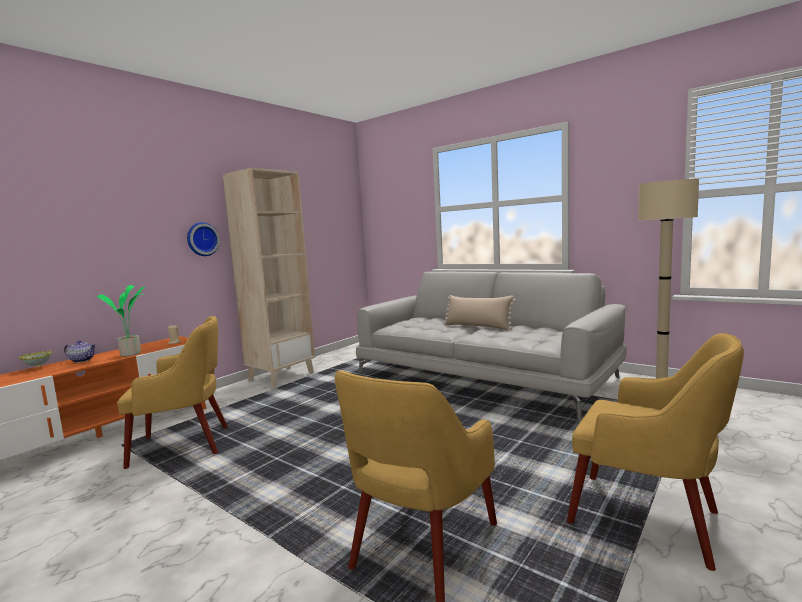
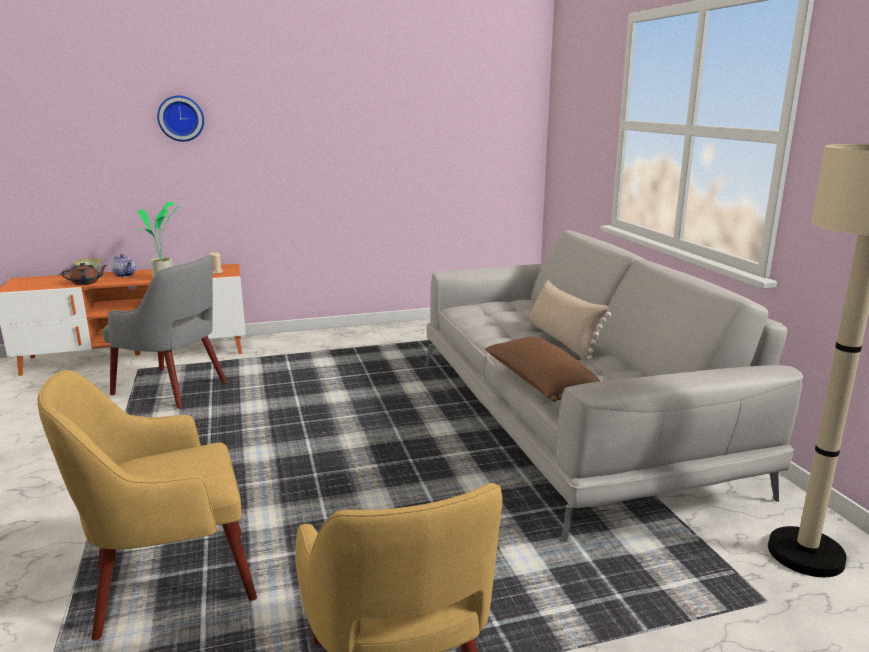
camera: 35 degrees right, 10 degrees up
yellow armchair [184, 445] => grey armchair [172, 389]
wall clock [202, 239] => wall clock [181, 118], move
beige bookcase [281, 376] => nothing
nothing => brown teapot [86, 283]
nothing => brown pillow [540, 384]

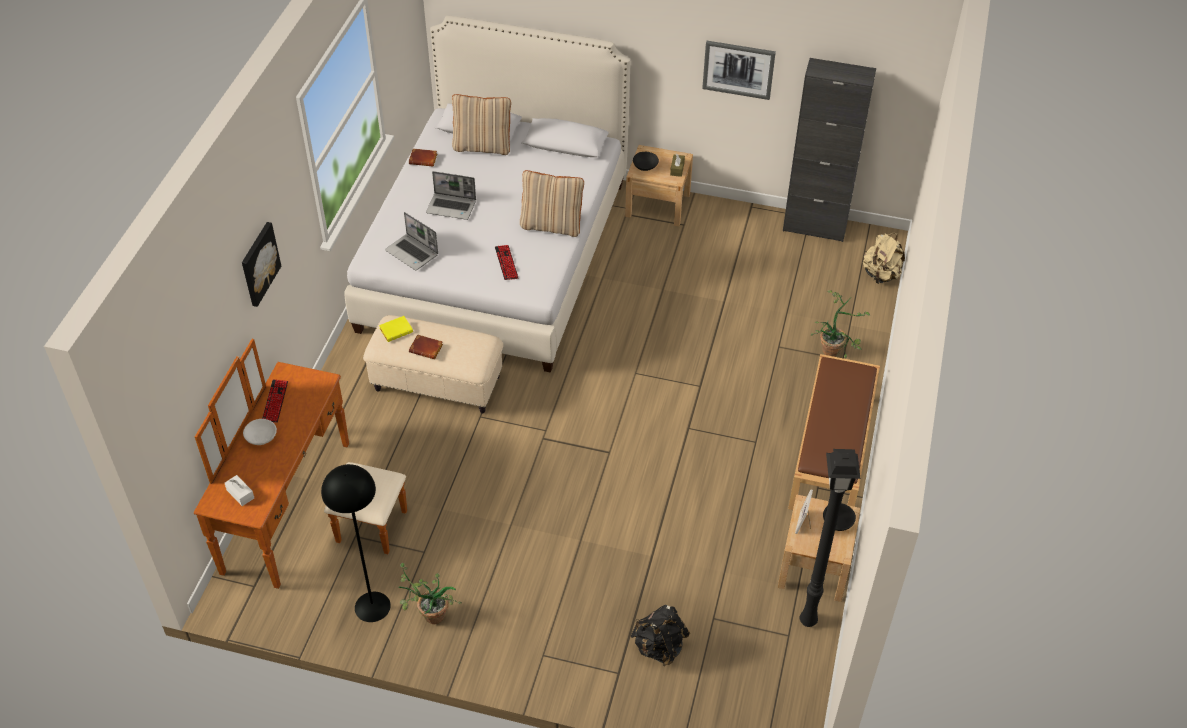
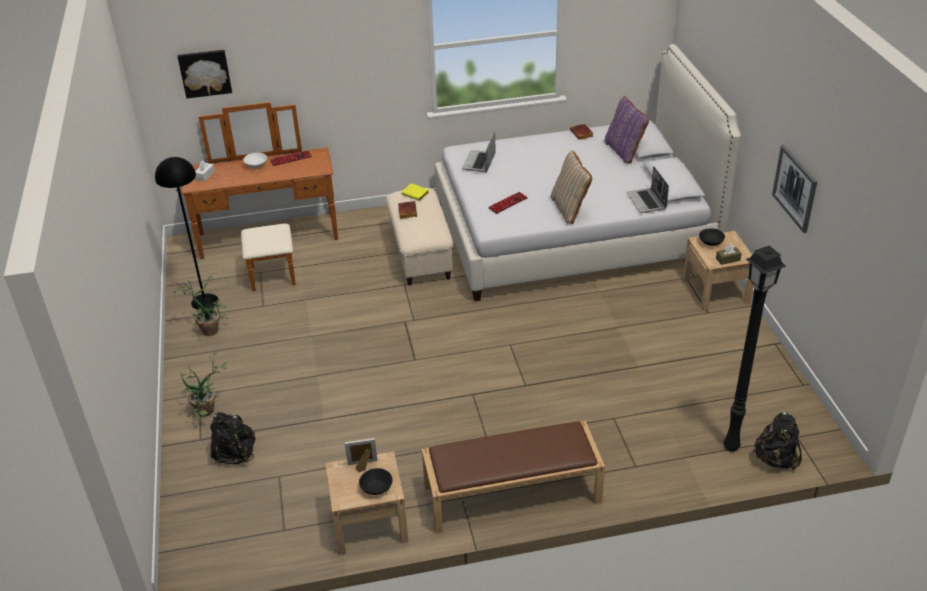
camera: 65 degrees right, 10 degrees down
picture [258, 263] => picture [205, 73], move
laptop [452, 207] => laptop [647, 201], move
beige pillow [482, 146] => purple pillow [624, 151]
black cabinet [814, 227] => nothing
black floor lamp [807, 622] => black floor lamp [729, 446], move
potted plant [835, 349] => potted plant [208, 412], move
beige backpack [881, 275] => black backpack [775, 459]

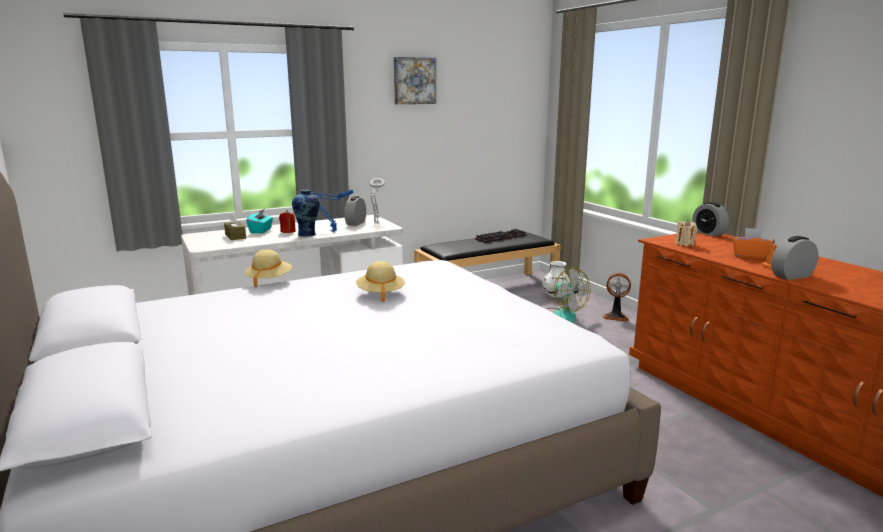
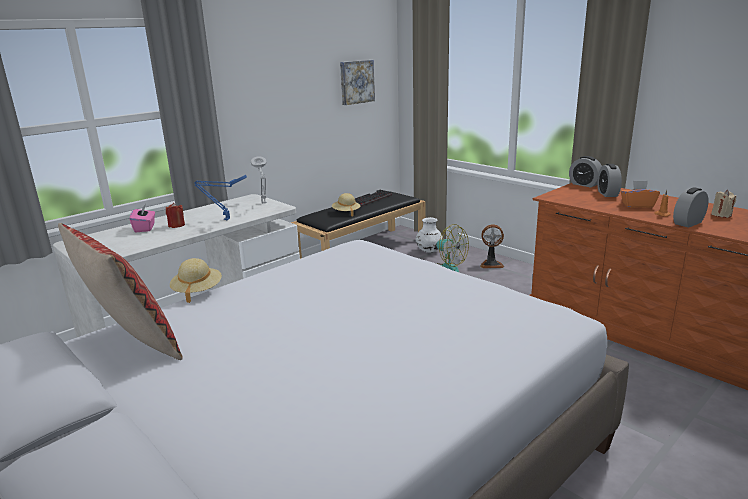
camera: 15 degrees left, 5 degrees up
brown tissue box [235, 236] => nothing
turquoise tissue box [261, 231] => pink tissue box [145, 228]
vase [308, 234] => nothing
alarm clock [356, 223] => alarm clock [607, 194], move
beige hat [380, 294] => beige hat [346, 212], move
picture [414, 81] => picture [356, 82], move
beige candle [684, 244] => beige candle [721, 215], move
nothing => pillow [132, 344]

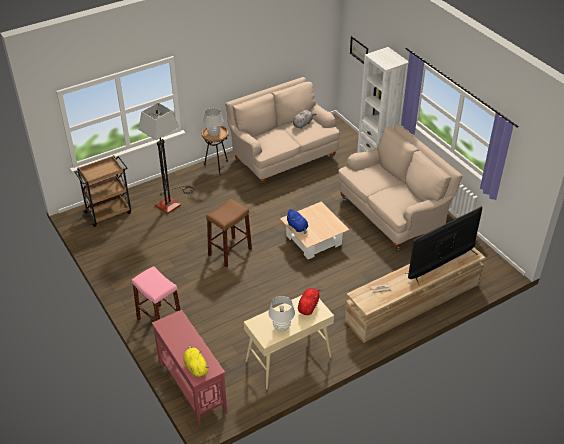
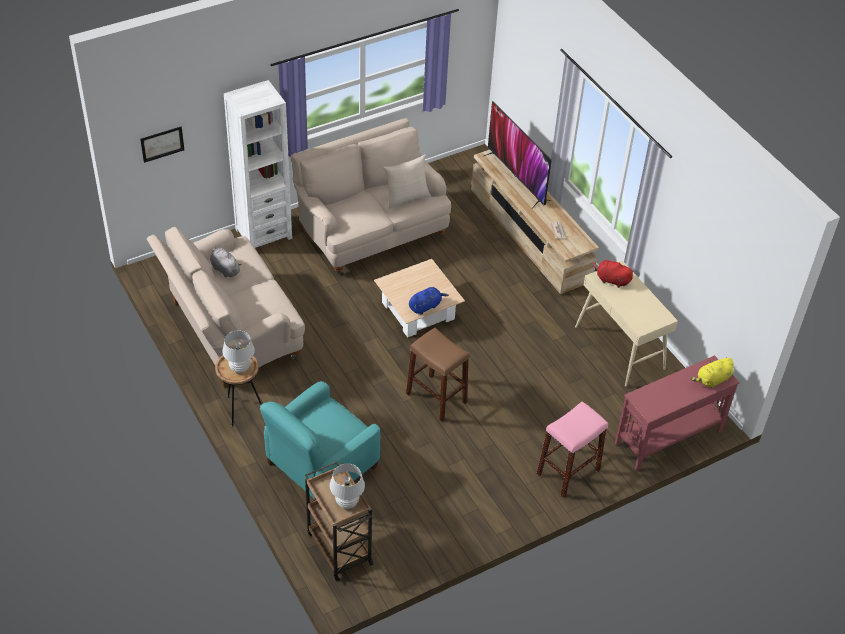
camera: 90 degrees left, 5 degrees up
floor lamp [171, 201] => turquoise armchair [320, 466]
white table lamp [281, 327] => white table lamp [347, 502], move
nothing => beige pillow [406, 198]

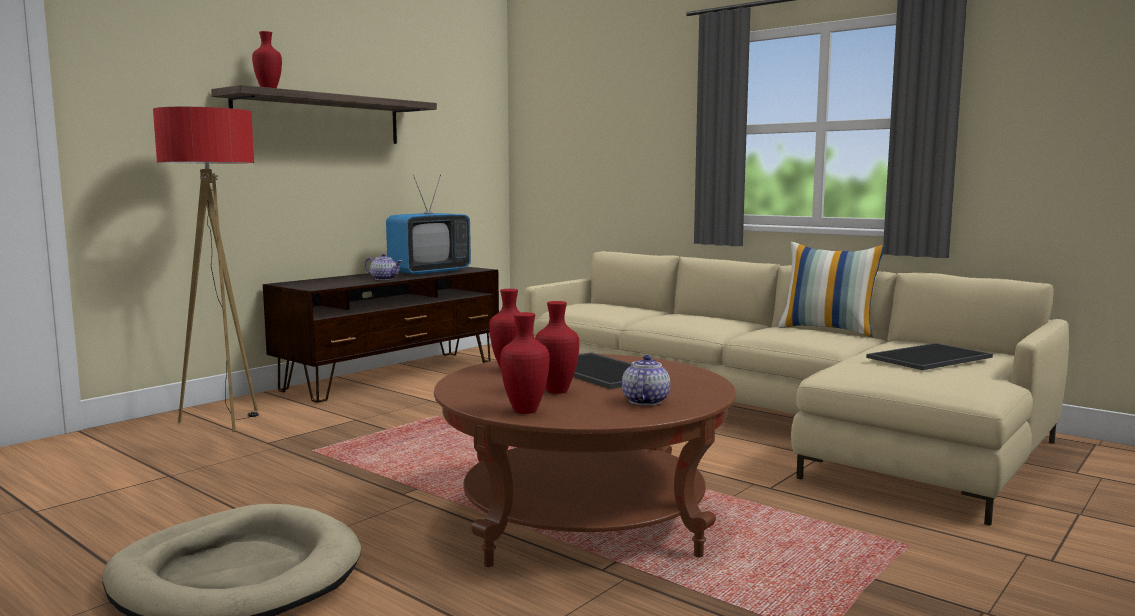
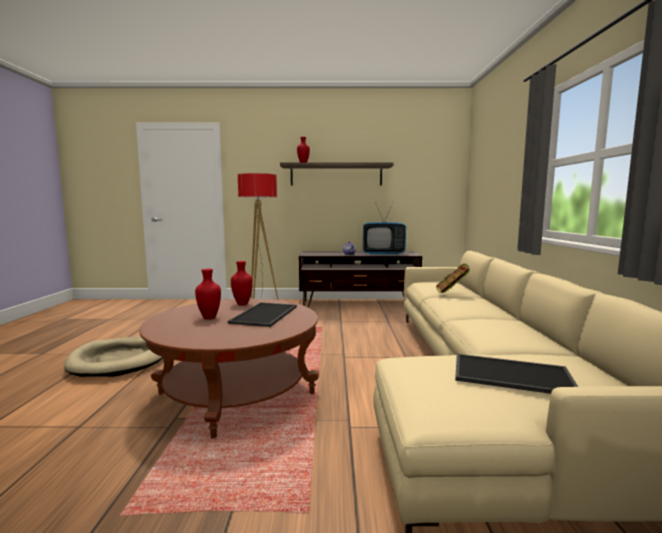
camera: 50 degrees right, 0 degrees up
red vase [527, 411] => nothing
teapot [645, 401] => nothing
pillow [828, 330] => nothing
nothing => book [452, 295]

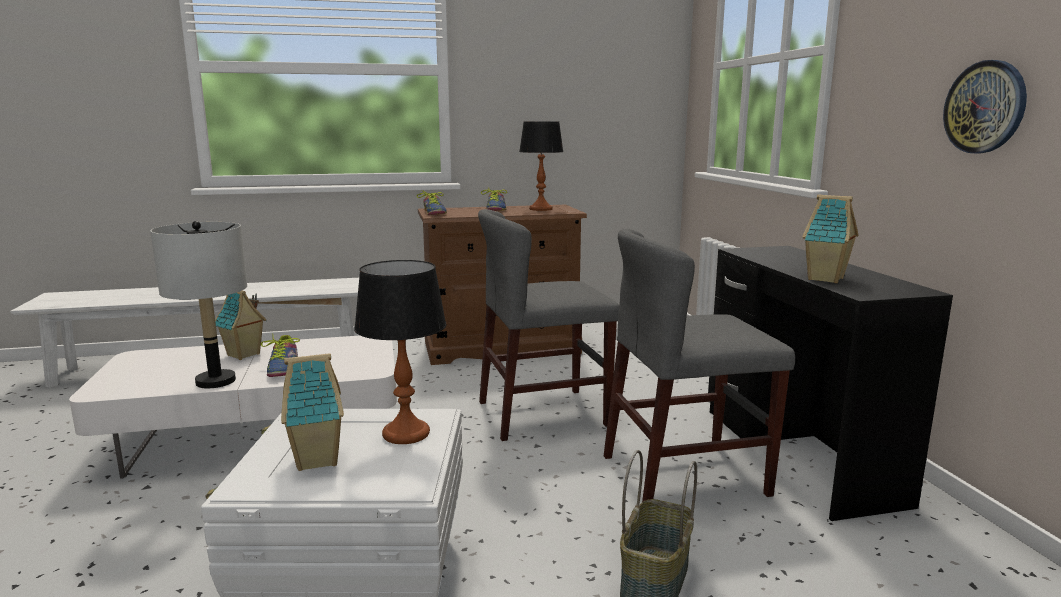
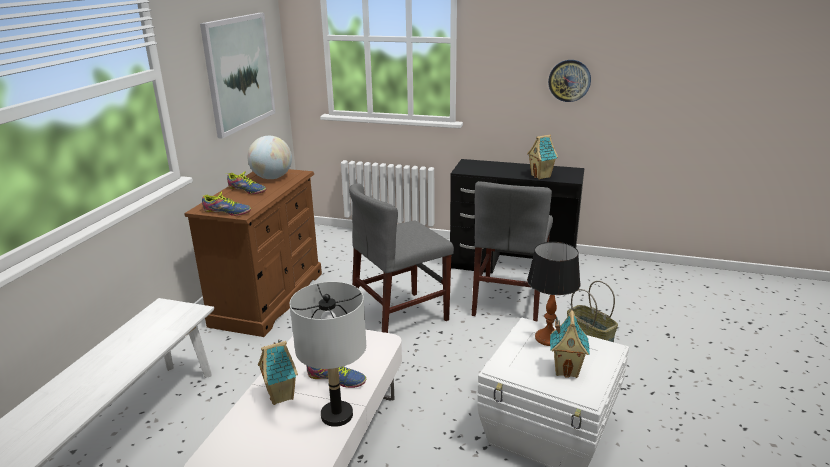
camera: 60 degrees left, 10 degrees up
grey chair [543, 413] => grey chair [400, 317], 45 degrees clockwise
table lamp [541, 209] => globe [272, 178]
nothing => picture [239, 73]

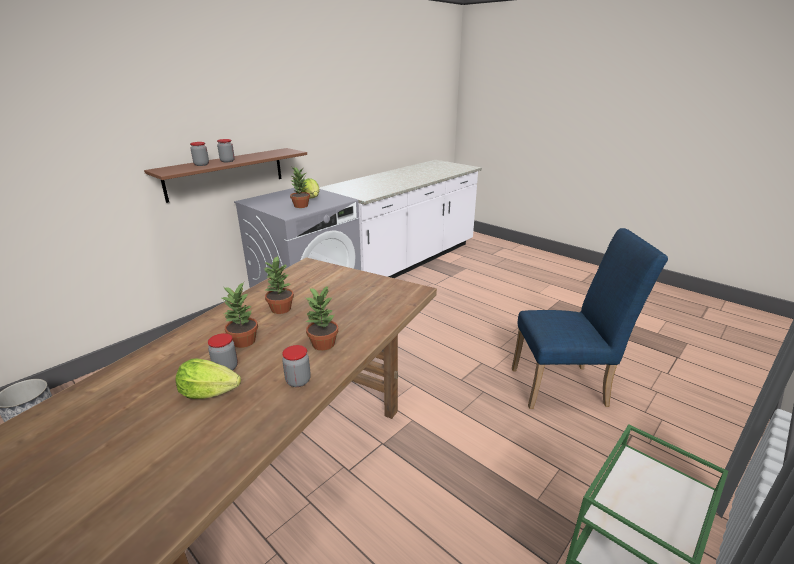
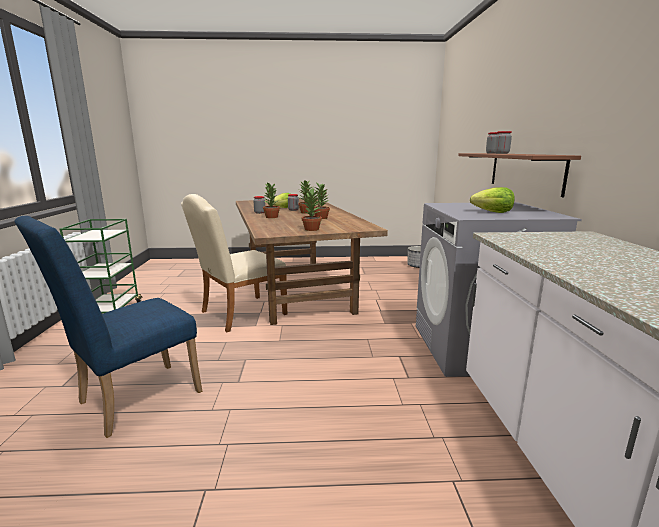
camera: 135 degrees right, 10 degrees down
potted plant [300, 206] => potted plant [312, 229], move
nothing => beige chair [238, 314]

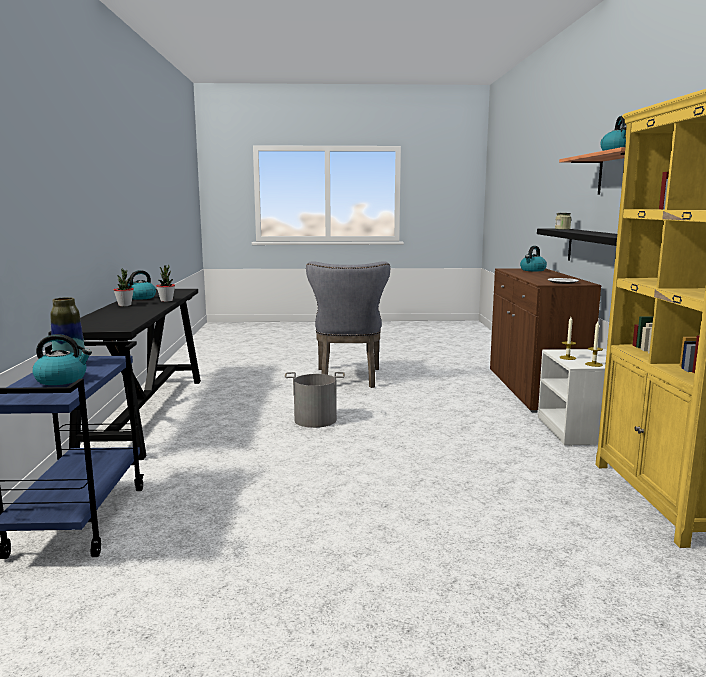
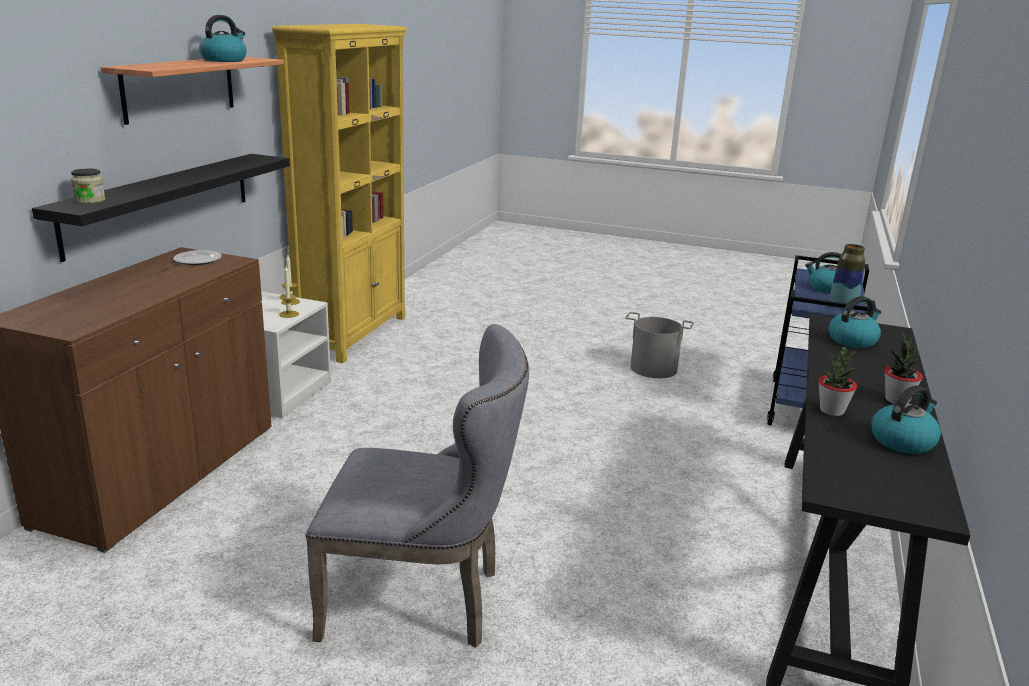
camera: 160 degrees left, 10 degrees up
grey bucket [315, 419] => grey bucket [653, 368], move
grey chair [348, 379] => grey chair [424, 600], 75 degrees clockwise
kettle [532, 270] => kettle [852, 340], move

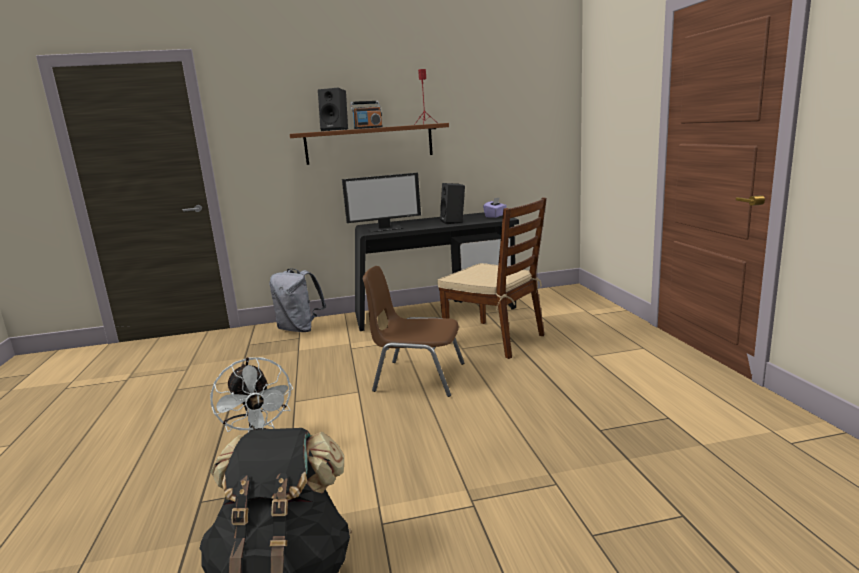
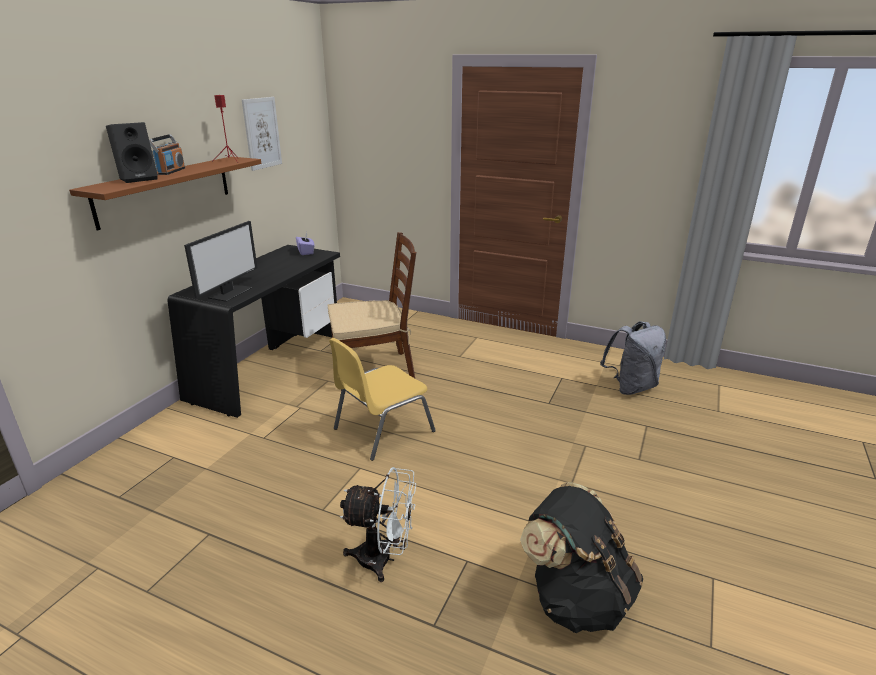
camera: 55 degrees left, 10 degrees up
grey backpack [300, 329] => grey backpack [631, 387], move
brown chair [418, 377] => yellow chair [382, 430]
black speaker [454, 222] => nothing
nothing => picture [262, 133]

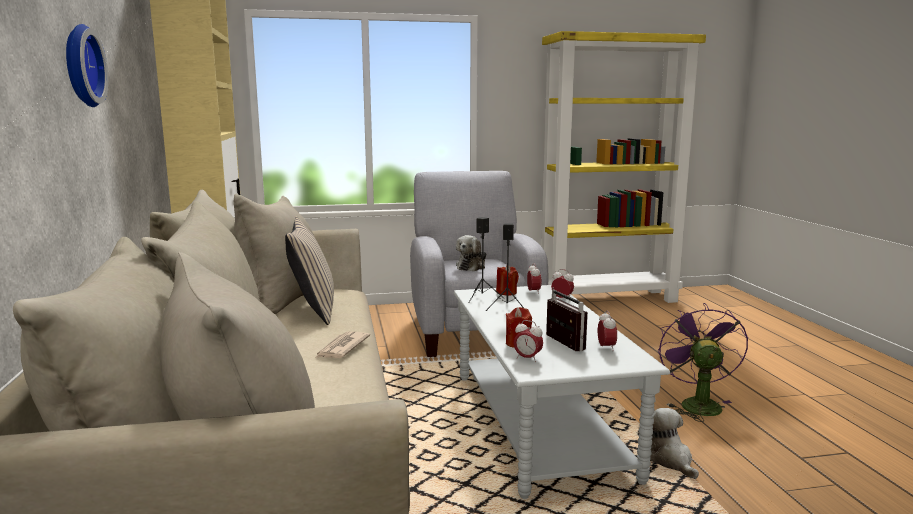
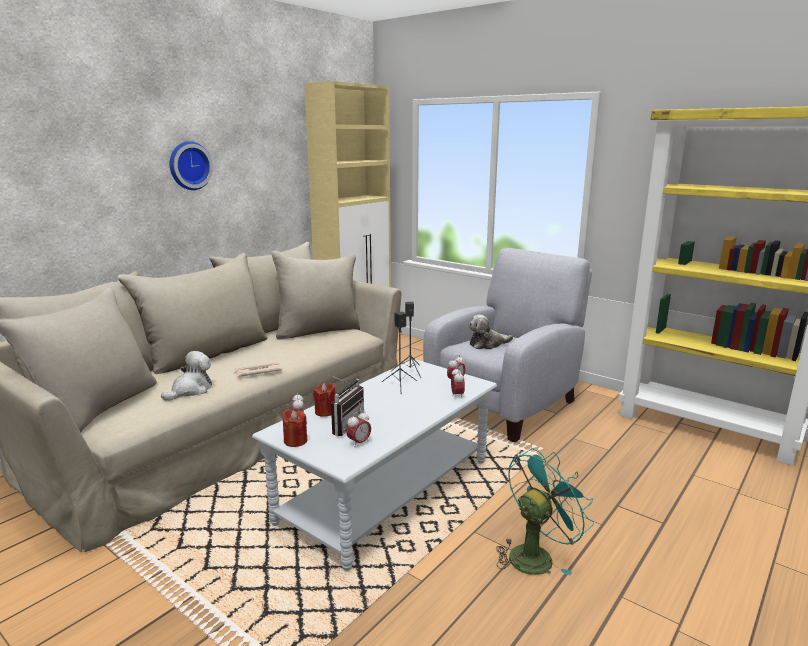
camera: 50 degrees right, 5 degrees up
beige pillow [313, 310] => nothing
red candle [506, 292] => red candle [295, 441], move
plush toy [669, 460] => plush toy [191, 390], move
purple fan [696, 403] => turquoise fan [536, 555]

